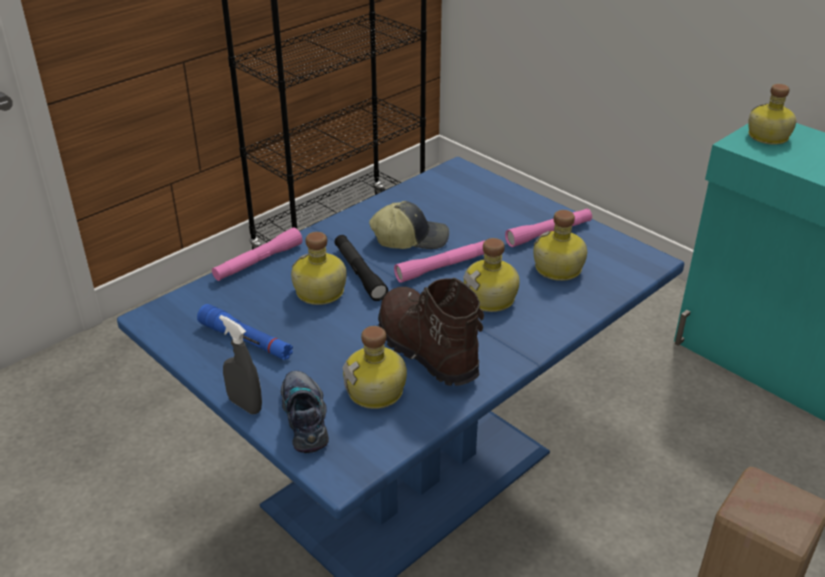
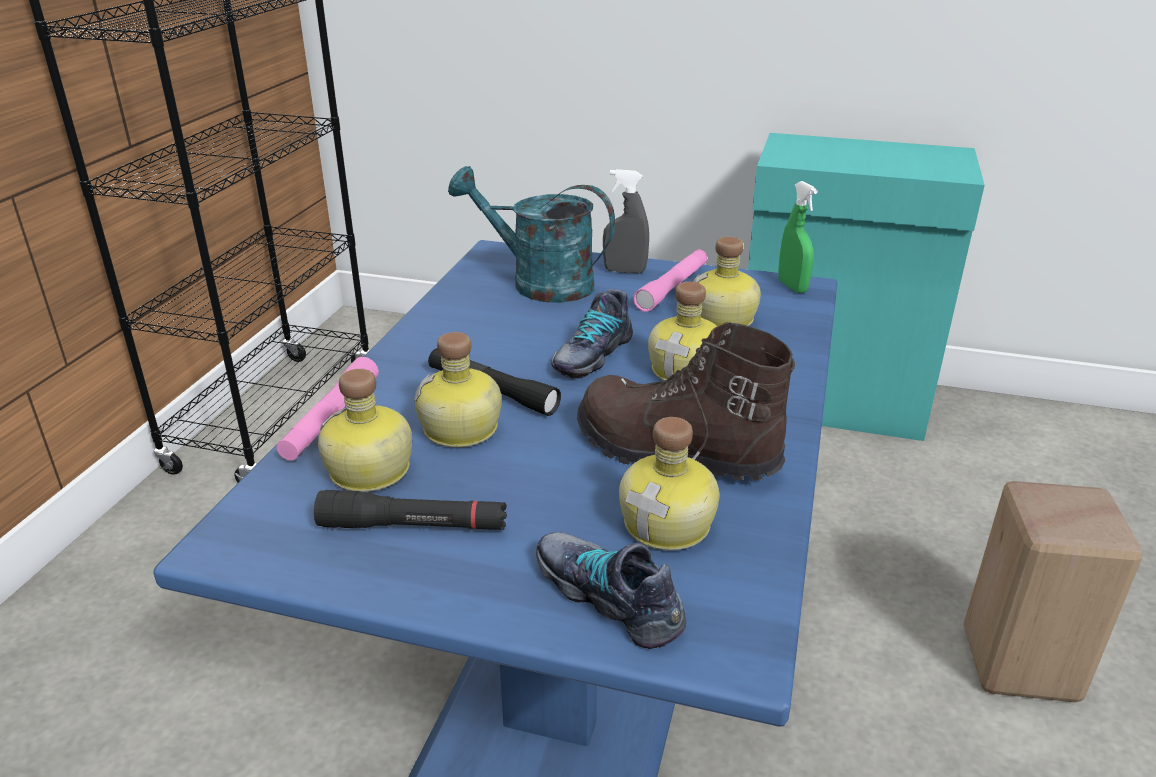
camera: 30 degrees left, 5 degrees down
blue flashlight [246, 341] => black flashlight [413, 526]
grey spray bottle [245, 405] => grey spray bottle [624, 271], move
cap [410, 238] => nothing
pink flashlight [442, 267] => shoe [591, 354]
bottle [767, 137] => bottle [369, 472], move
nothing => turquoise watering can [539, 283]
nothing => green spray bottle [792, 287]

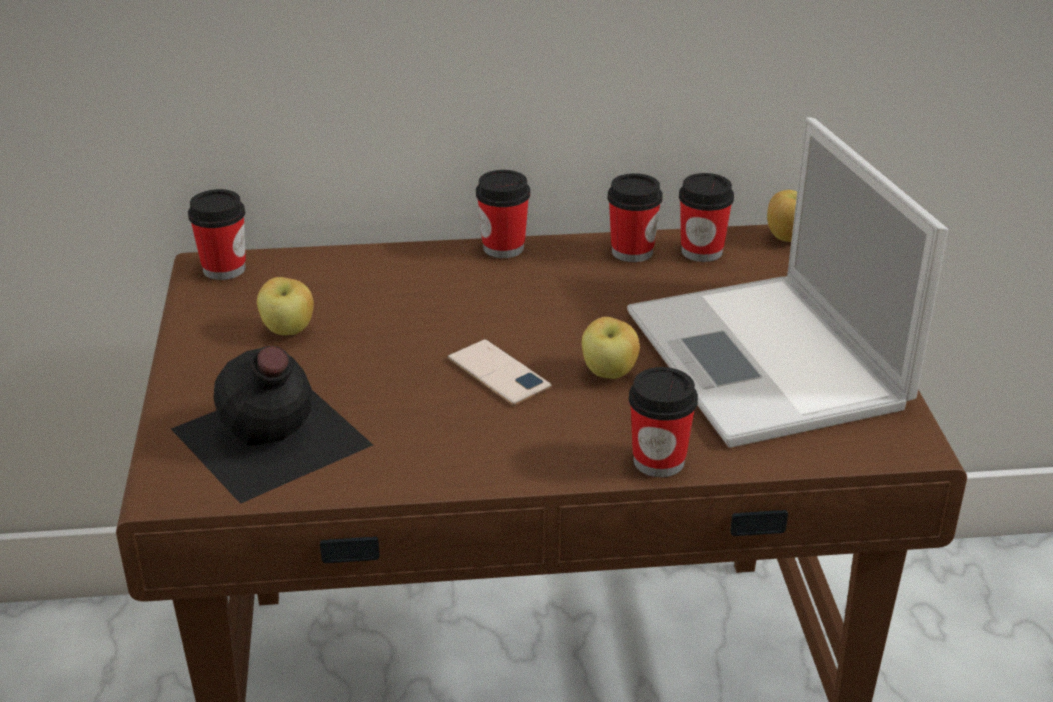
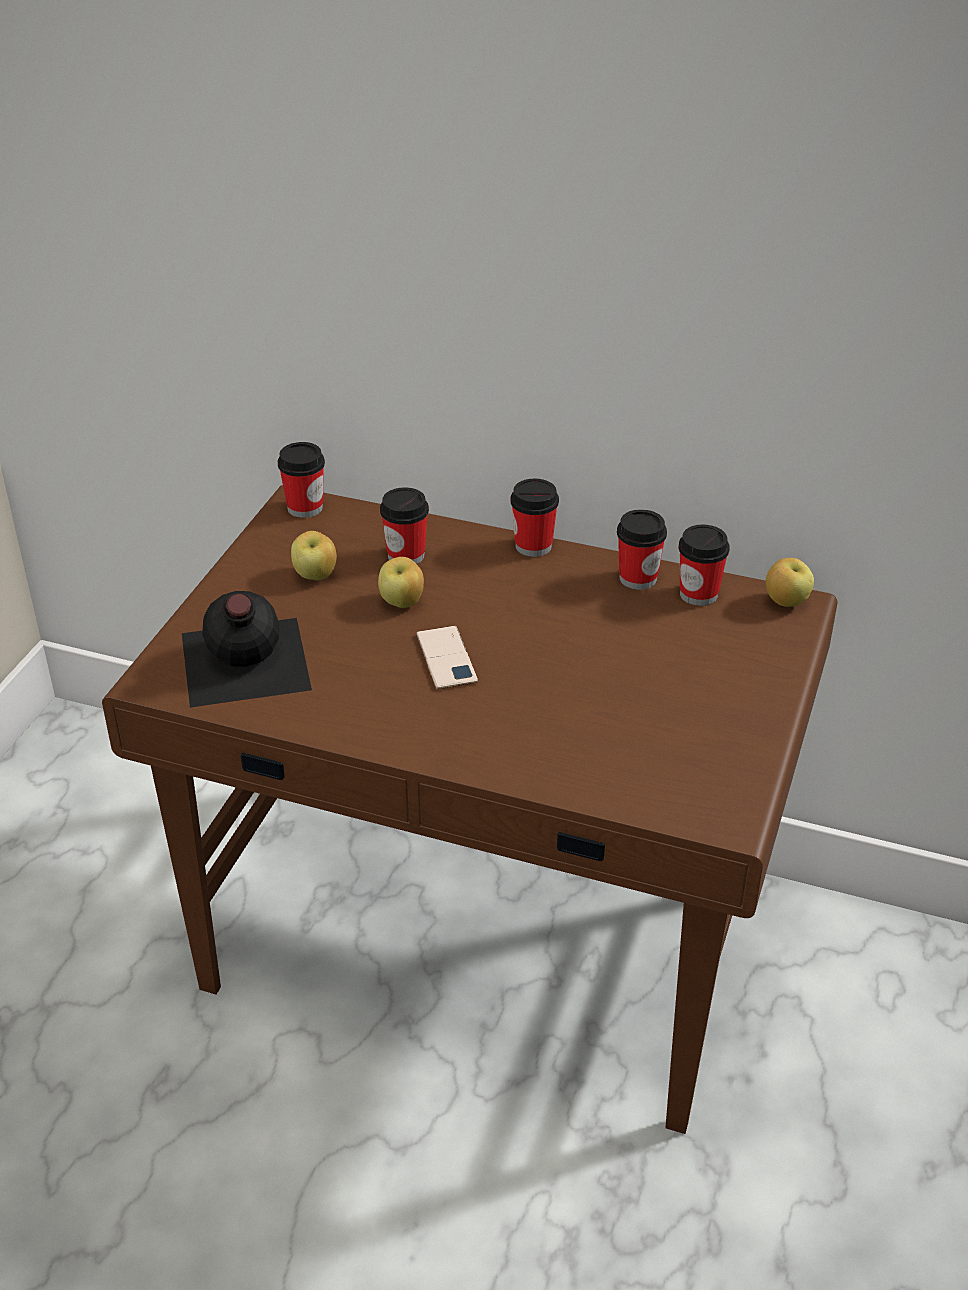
camera: 25 degrees right, 5 degrees up
apple [609, 373] => apple [402, 602], move
laptop [768, 362] => nothing
cup [658, 461] => cup [406, 555], move

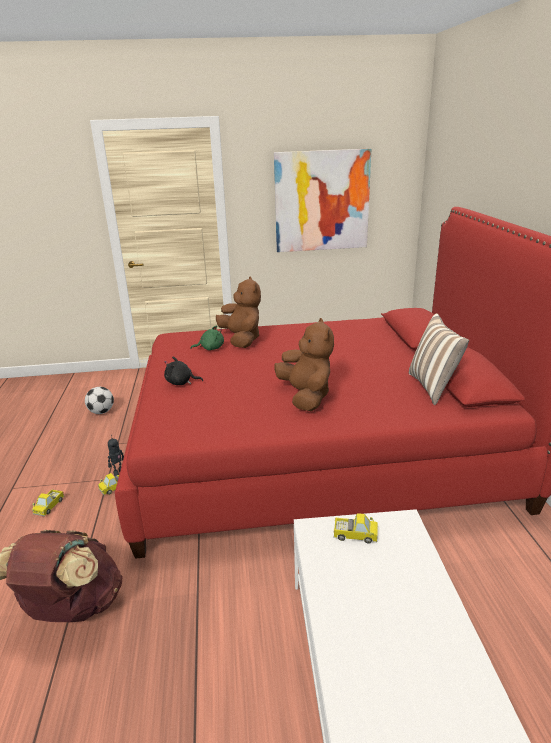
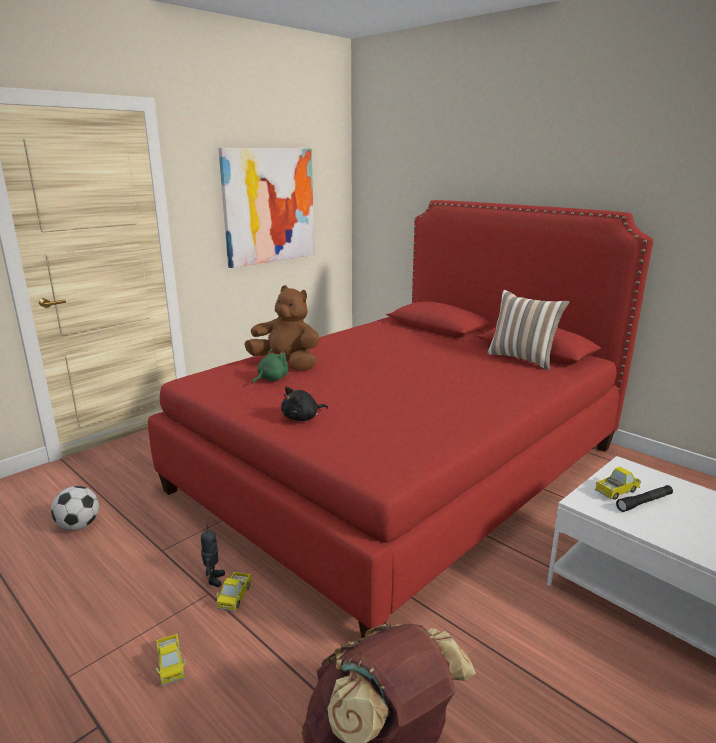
camera: 40 degrees left, 5 degrees down
brown plush toy [306, 397] => nothing
nothing => black flashlight [644, 502]

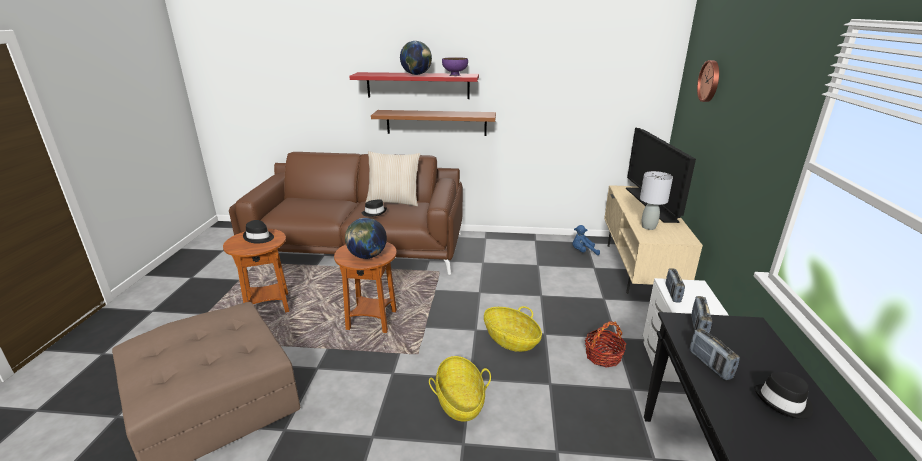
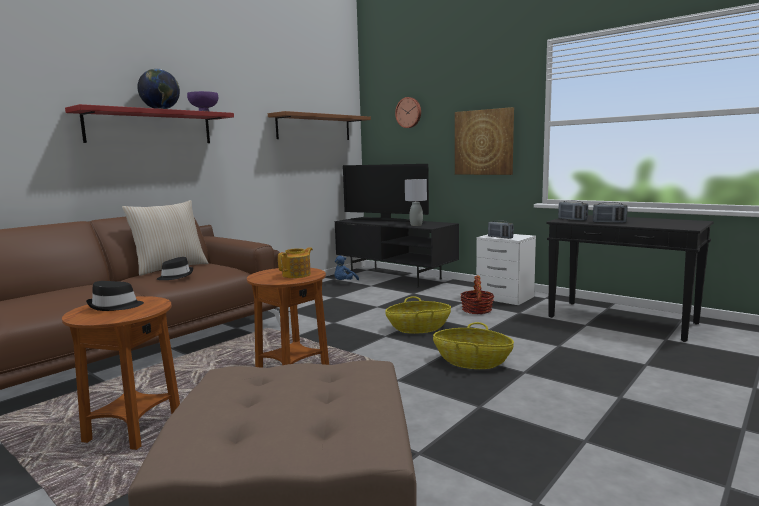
camera: 55 degrees left, 15 degrees down
globe [367, 256] => teapot [297, 275]
brown shelf [436, 122] => brown shelf [314, 127], move
beige tv stand [639, 269] => black tv stand [396, 277]
black hat [784, 401] => nothing
nothing => picture [483, 142]

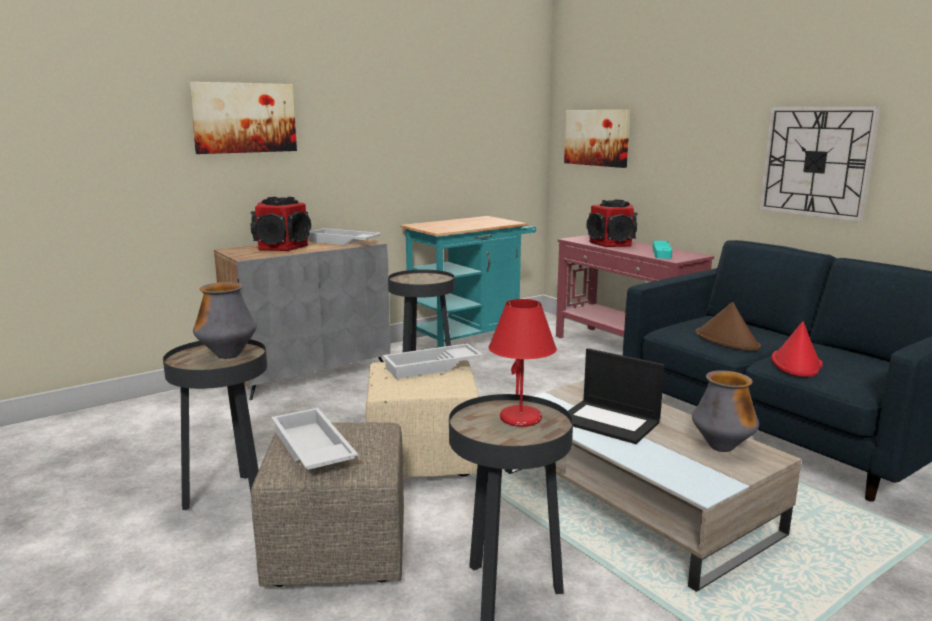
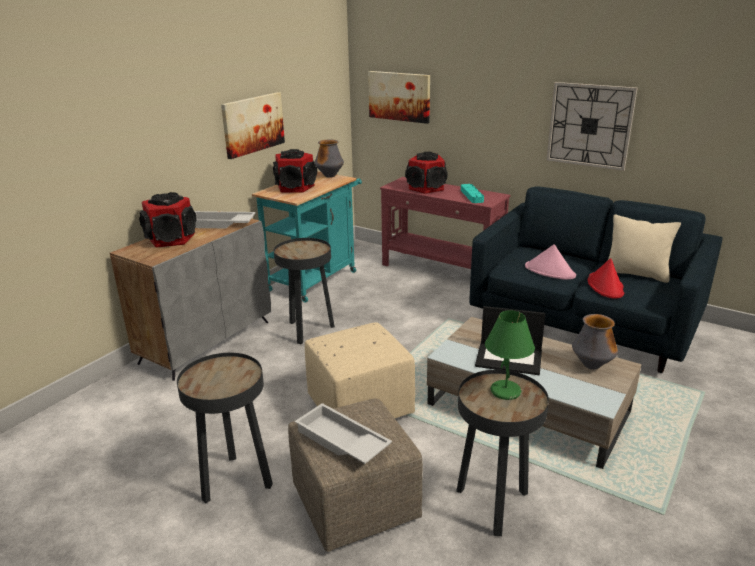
camera: 20 degrees left, 10 degrees up
picture [244, 118] => picture [253, 124], move
vase [228, 355] => vase [330, 176], move
white tray [432, 367] => nothing
red table lamp [521, 419] => green table lamp [506, 392]
brown hat [727, 340] => pink hat [550, 271]
nothing => speaker [295, 187]
nothing => beige pillow [636, 274]

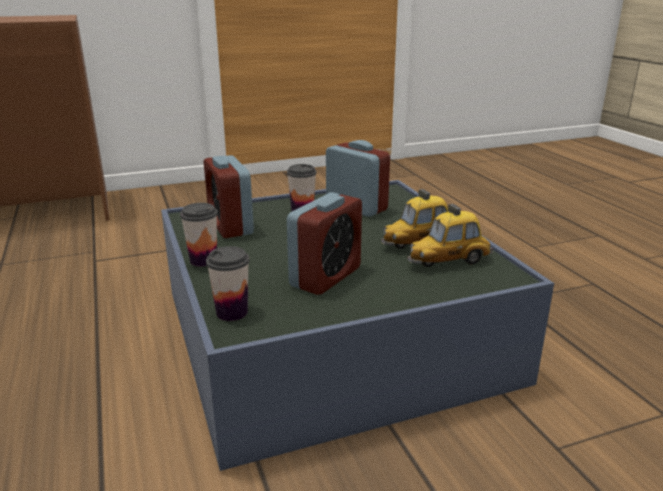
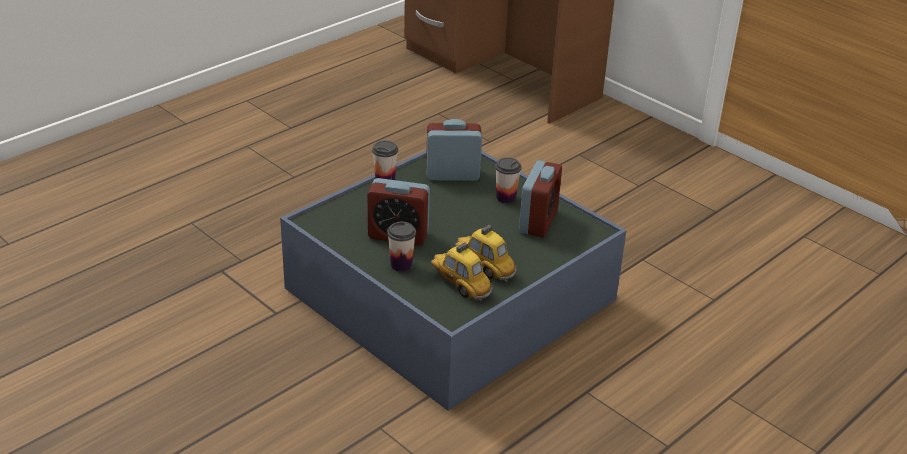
camera: 65 degrees right, 10 degrees up
alarm clock [230, 226] => alarm clock [452, 174], 45 degrees clockwise
cup [232, 312] => cup [401, 265], move

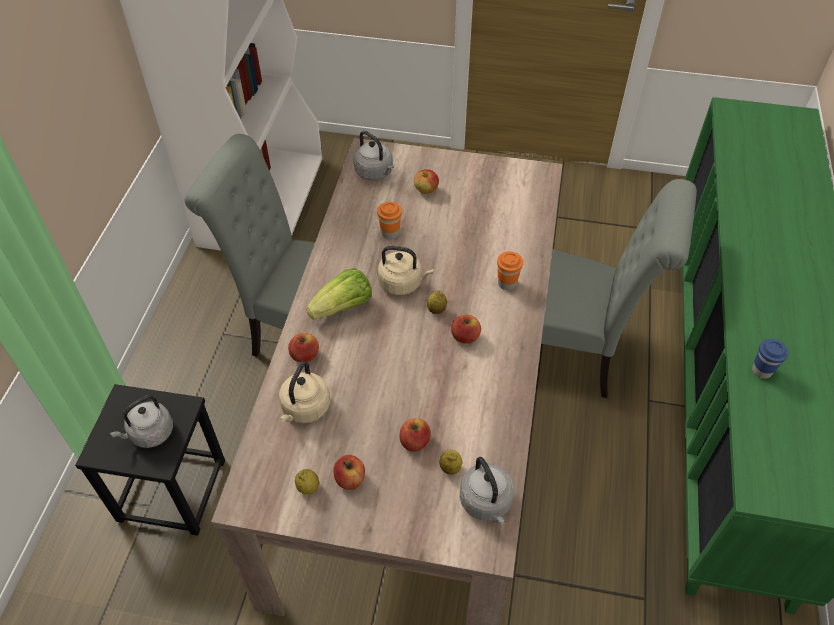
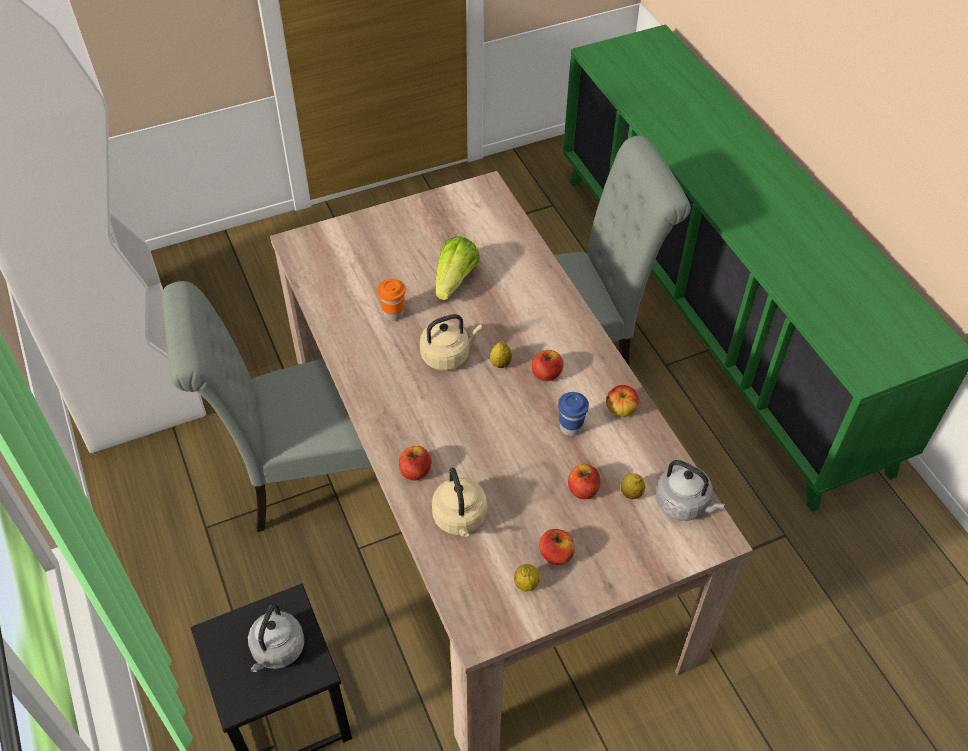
camera: 35 degrees left, 0 degrees up
lettuce [343, 307] => lettuce [455, 280], move
grey kettle [375, 173] => nothing
apple [426, 190] => apple [621, 410], move
orange cup [507, 283] => nothing
blue cup [761, 371] => blue cup [570, 427], move

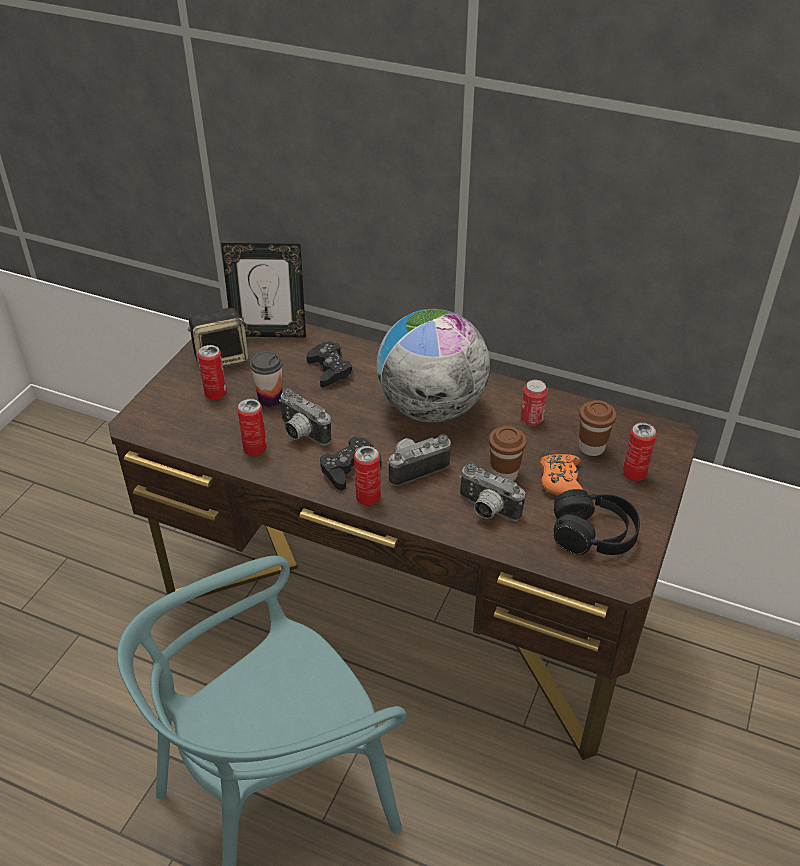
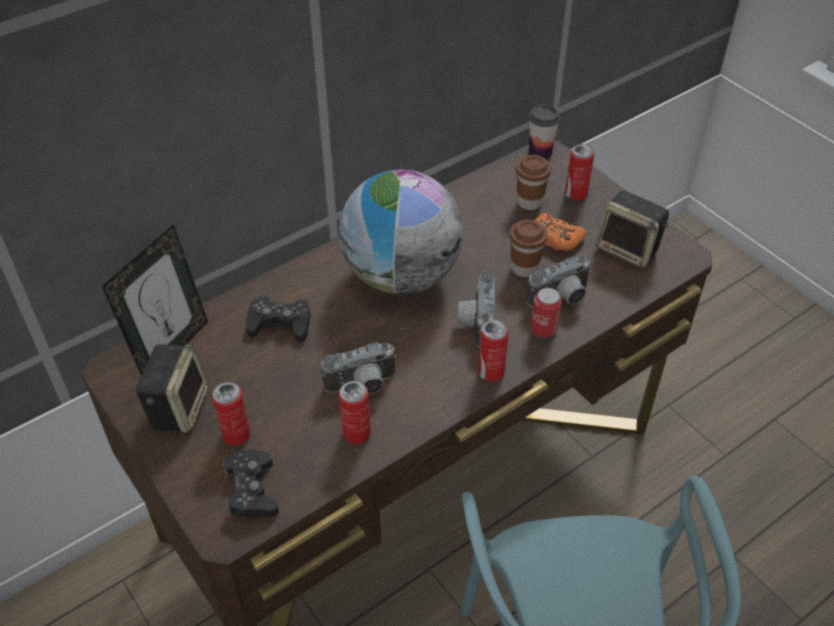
camera: 60 degrees left, 5 degrees up
cup [270, 399] => cup [540, 152], move
black game controller [349, 468] => black game controller [251, 490], move
can [532, 419] => can [543, 329], move
black headphones [593, 534] => speaker [628, 249]

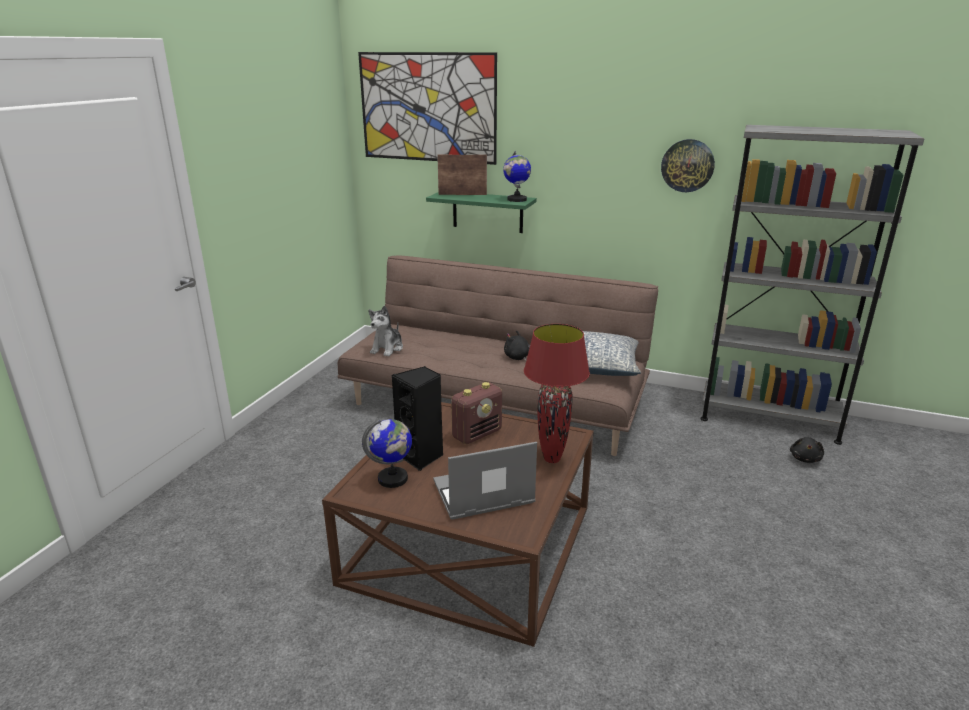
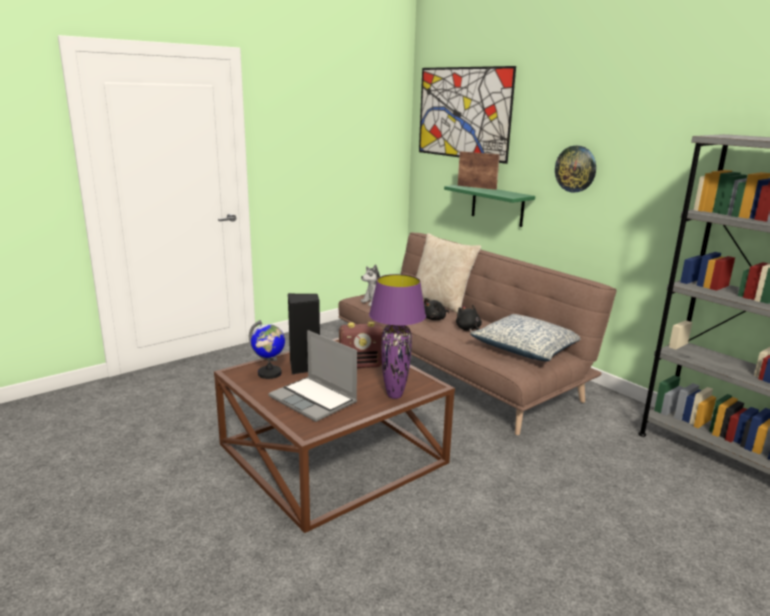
camera: 30 degrees right, 5 degrees down
laptop [482, 494] => laptop [314, 400], 150 degrees counterclockwise
globe [516, 199] => nothing
red table lamp [552, 459] => purple table lamp [395, 395]
wall clock [687, 165] => wall clock [575, 169], move
black plush toy [805, 458] => black plush toy [435, 319], move
nothing => beige pillow [441, 302]

